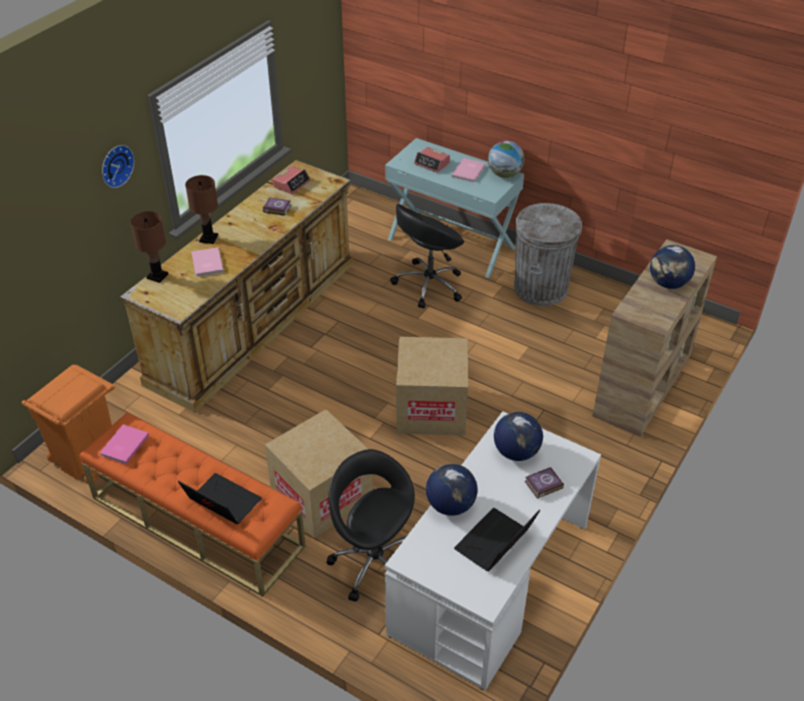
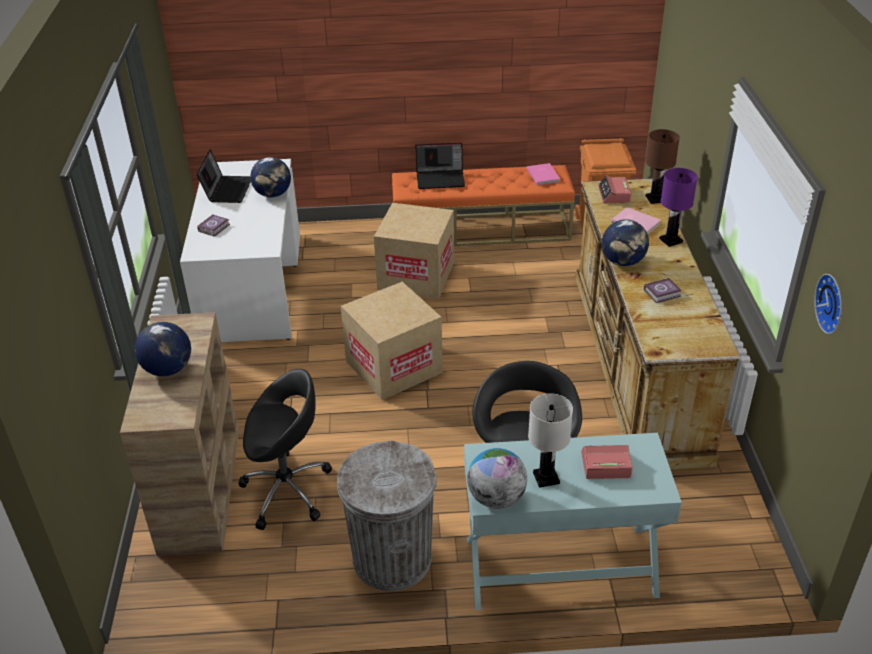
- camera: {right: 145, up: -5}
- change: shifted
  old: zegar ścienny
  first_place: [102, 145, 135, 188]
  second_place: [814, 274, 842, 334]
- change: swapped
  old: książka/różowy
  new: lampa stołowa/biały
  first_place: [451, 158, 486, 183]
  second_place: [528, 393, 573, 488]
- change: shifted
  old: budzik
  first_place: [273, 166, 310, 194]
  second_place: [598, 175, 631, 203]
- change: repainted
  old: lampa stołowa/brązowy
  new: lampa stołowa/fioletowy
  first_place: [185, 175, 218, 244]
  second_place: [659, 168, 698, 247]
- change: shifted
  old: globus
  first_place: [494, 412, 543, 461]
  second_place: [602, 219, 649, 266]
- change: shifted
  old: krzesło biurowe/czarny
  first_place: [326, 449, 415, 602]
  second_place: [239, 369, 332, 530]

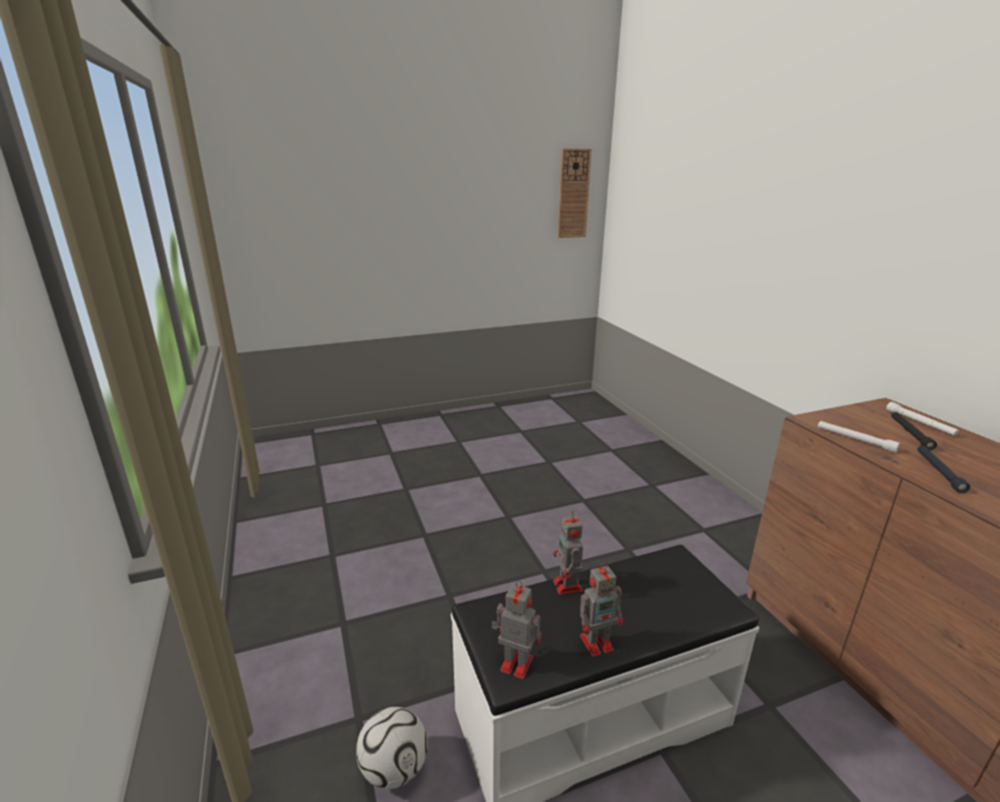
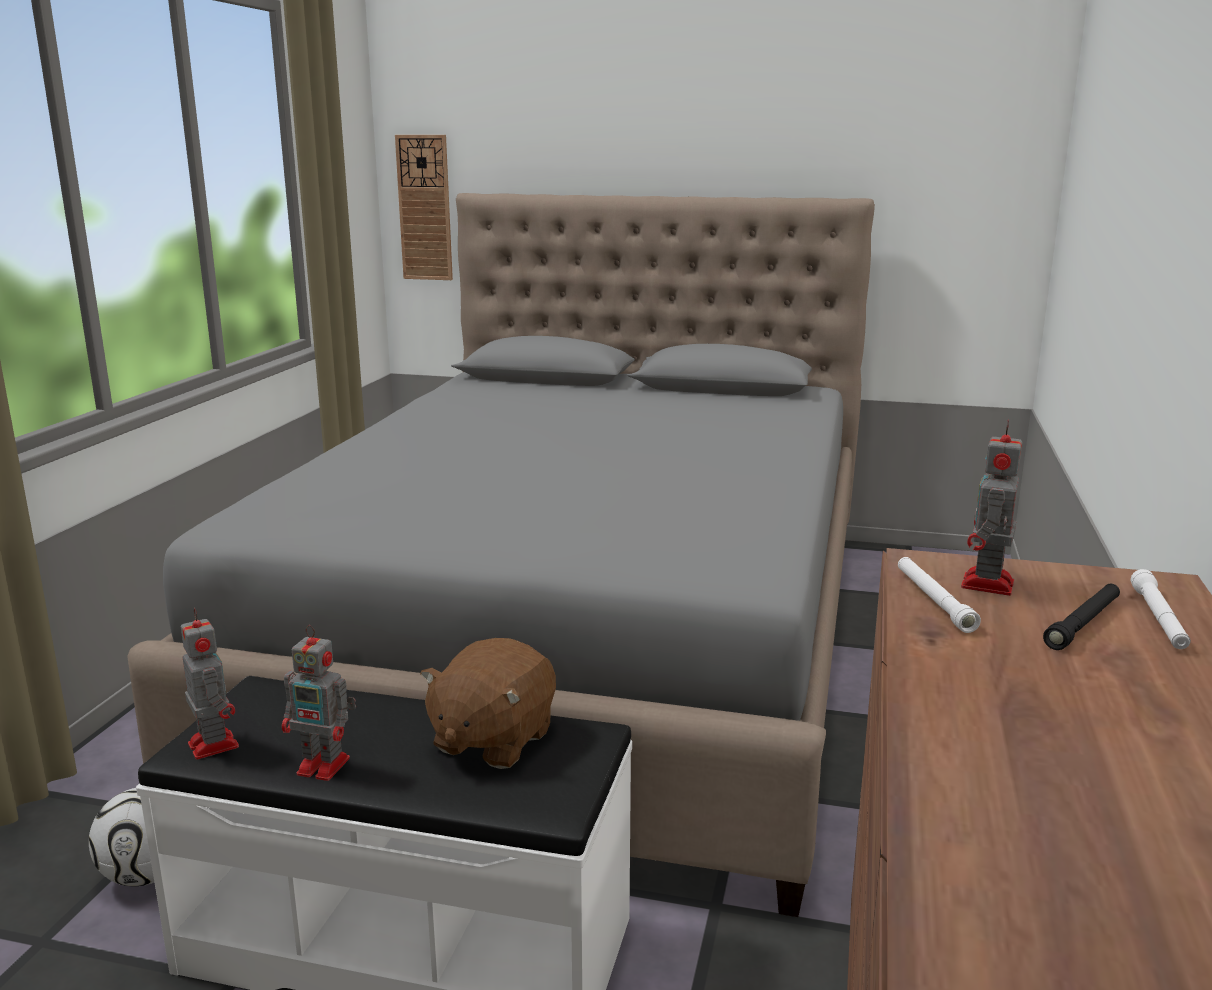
- camera: {right: 35, up: -5}
- change: shifted
  old: zegar ścienny
  first_place: [558, 149, 591, 238]
  second_place: [395, 135, 453, 280]
- change: gone
  old: latarka/czarny
  first_place: [917, 445, 971, 493]
- change: shifted
  old: robot zabawkowy
  first_place: [553, 511, 583, 595]
  second_place: [961, 420, 1022, 596]
- change: new
  new: łóżko/szary
  second_place: [127, 193, 875, 917]
- change: new
  new: pluszak/brązowy
  second_place: [420, 638, 556, 769]

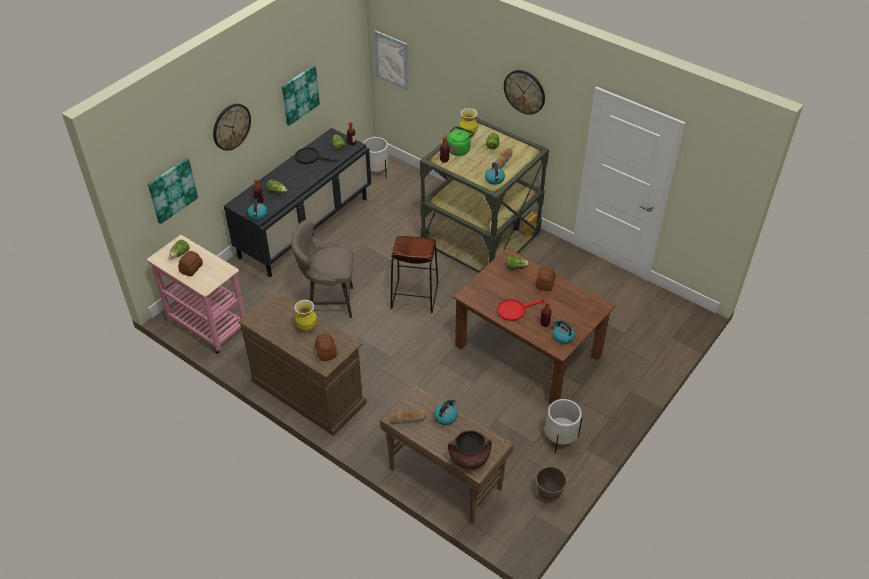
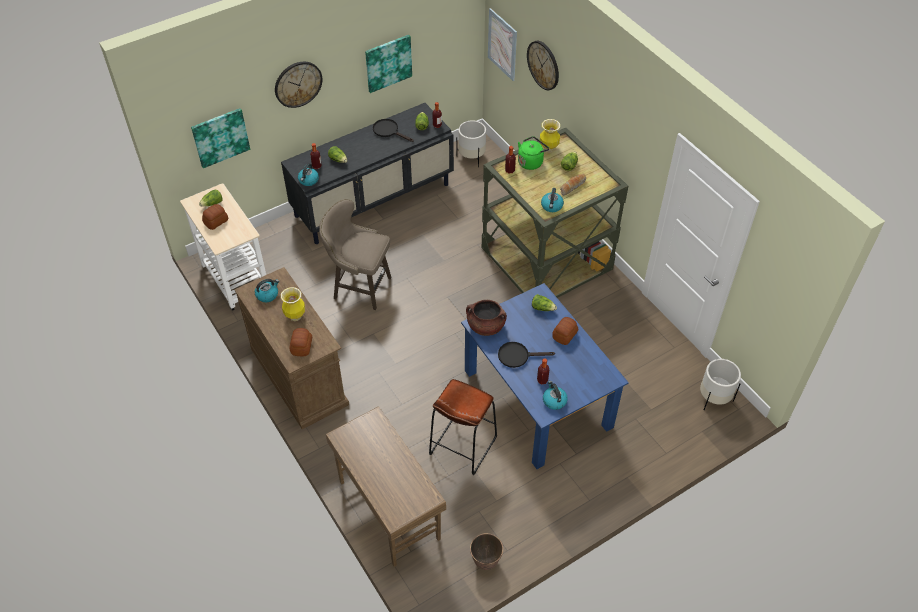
- camera: {right: 20, up: 5}
- change: shifted
  old: zegar ścienny
  first_place: [504, 70, 545, 115]
  second_place: [527, 41, 559, 90]
- change: repainted
  old: wózek/różowy
  new: wózek/biały
  first_place: [147, 235, 245, 353]
  second_place: [180, 183, 266, 310]
- change: shifted
  old: stołek/brązowy
  first_place: [391, 236, 438, 313]
  second_place: [429, 379, 497, 475]
- change: repainted
  old: stół jadalny/brązowy
  new: stół jadalny/niebieski
  first_place: [453, 248, 615, 404]
  second_place: [461, 283, 629, 469]
- change: repainted
  old: patelnia/czerwony
  new: patelnia/czarny
  first_place: [497, 299, 545, 321]
  second_place: [498, 342, 555, 368]
- change: shifted
  old: czajnik
  first_place: [434, 399, 458, 425]
  second_place: [255, 279, 279, 302]
- change: shifted
  old: donica/biały
  first_place: [545, 399, 582, 453]
  second_place: [700, 359, 741, 410]
- change: gone
  old: chleb
  first_place: [389, 410, 426, 424]
- change: shifted
  old: garnek/brązowy
  first_place: [448, 430, 492, 470]
  second_place: [466, 300, 507, 336]

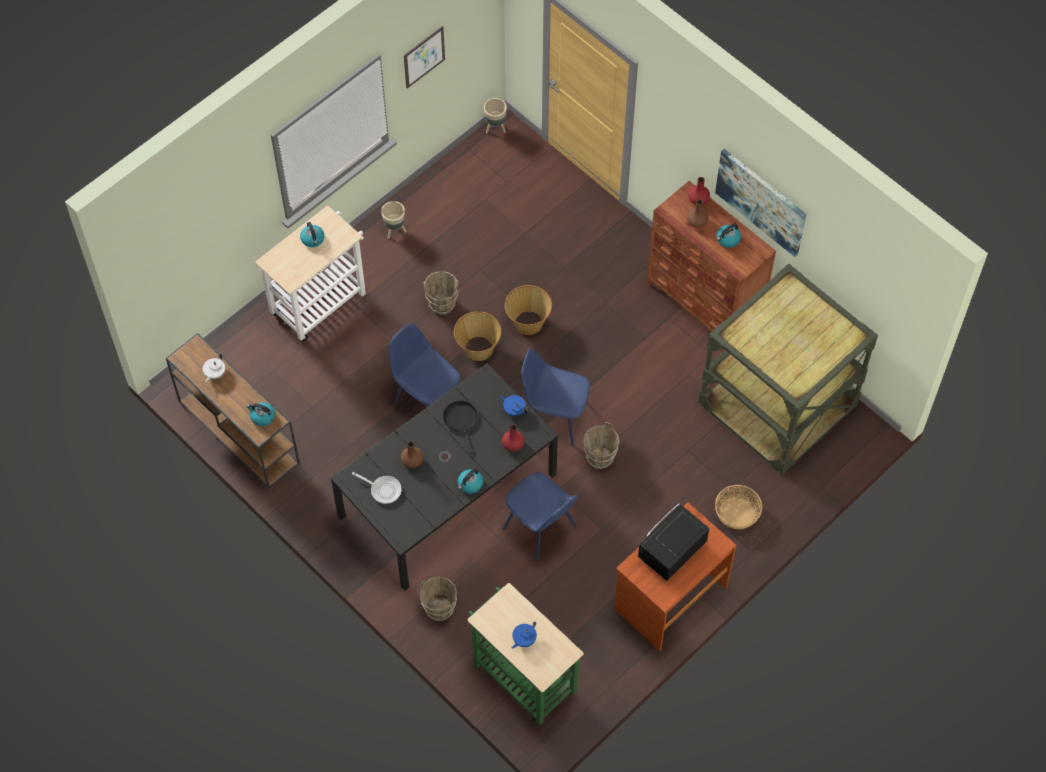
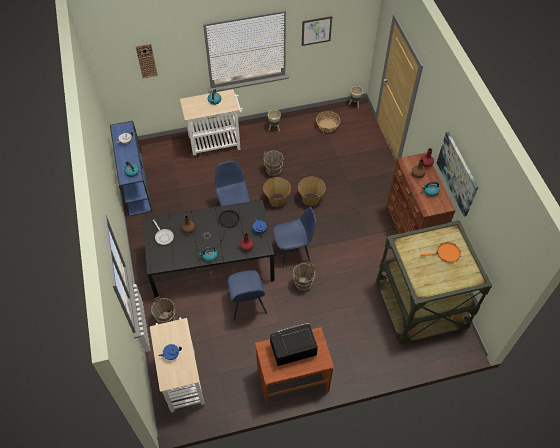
- camera: {right: 30, up: -5}
- change: repainted
  old: stolik konsolowy/brązowy
  new: stolik konsolowy/niebieski
  first_place: [166, 333, 300, 489]
  second_place: [110, 121, 152, 216]
- change: rotated
  old: krzesło/niebieski
  first_place: [521, 348, 590, 446]
  second_place: [273, 207, 316, 268]
  degrees: 120
- change: shifted
  old: koszyk
  first_place: [715, 485, 762, 529]
  second_place: [316, 111, 340, 132]
- change: repainted
  old: wózek/zielony
  new: wózek/biały
  first_place: [467, 583, 584, 725]
  second_place: [150, 317, 205, 412]
- change: new
  new: zegar ścienny
  second_place: [135, 43, 158, 78]
- change: new
  new: patelnia/pomarańczowy
  second_place: [421, 242, 461, 262]

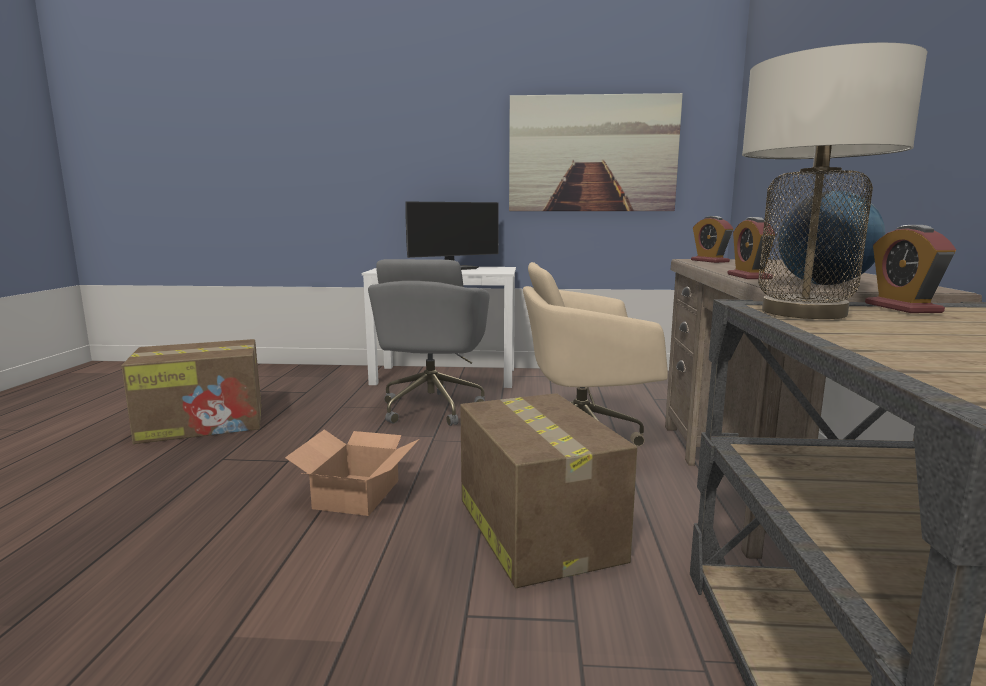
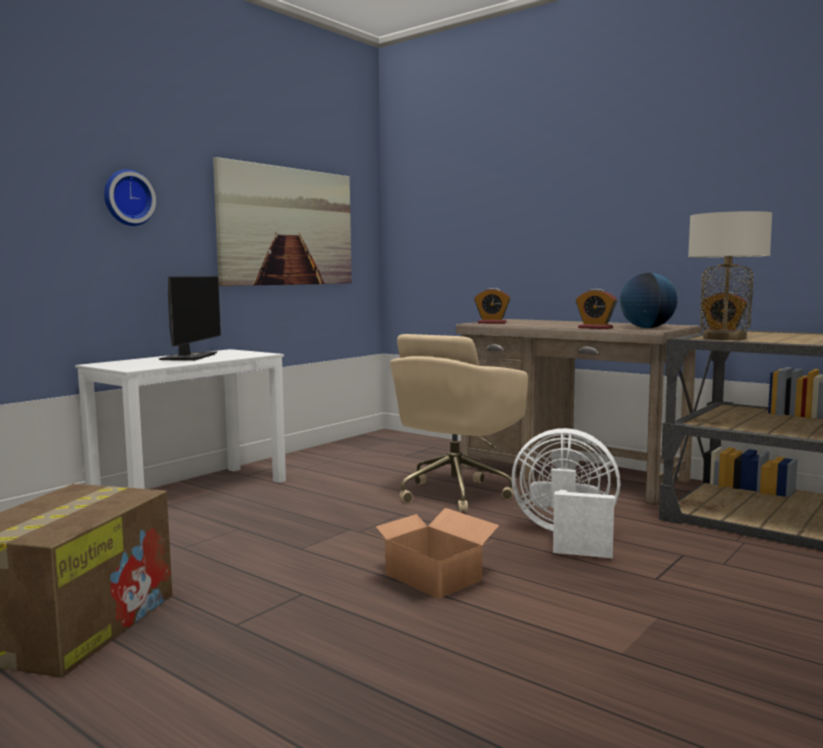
- camera: {right: -55, up: -5}
- change: gone
  old: krzesło biurowe/szary
  first_place: [368, 259, 490, 426]
- change: swapped
  old: karton
  new: wentylator/biały
  first_place: [460, 393, 637, 588]
  second_place: [512, 428, 620, 558]
- change: new
  new: zegar ścienny
  second_place: [104, 169, 156, 226]

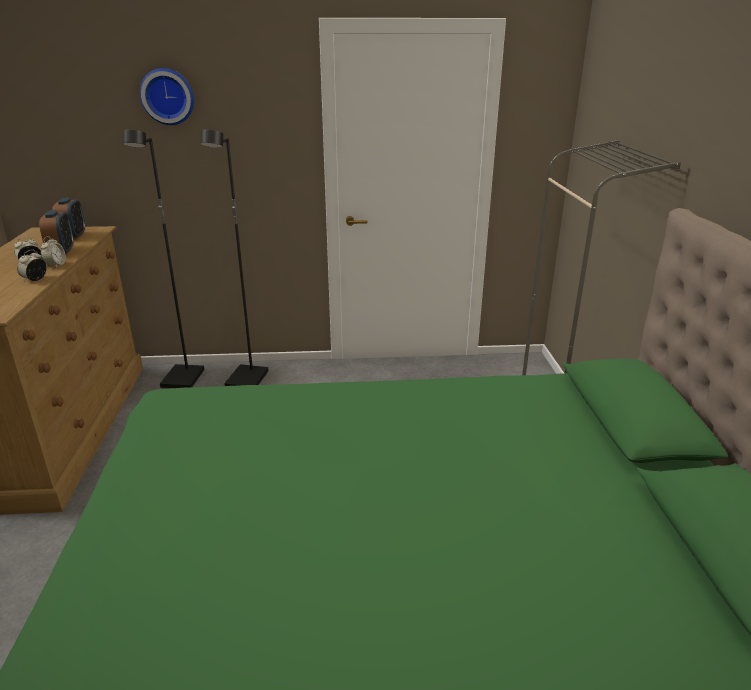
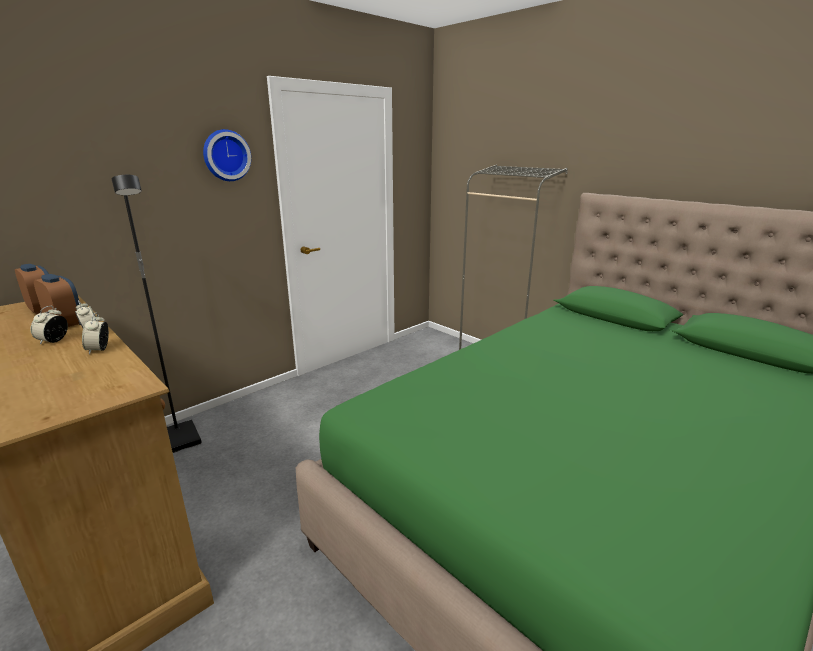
- camera: {right: -40, up: -5}
- change: shifted
  old: zegar ścienny
  first_place: [140, 68, 194, 125]
  second_place: [203, 129, 251, 181]
- change: gone
  old: lampa stojąca/czarny
  first_place: [201, 130, 269, 386]

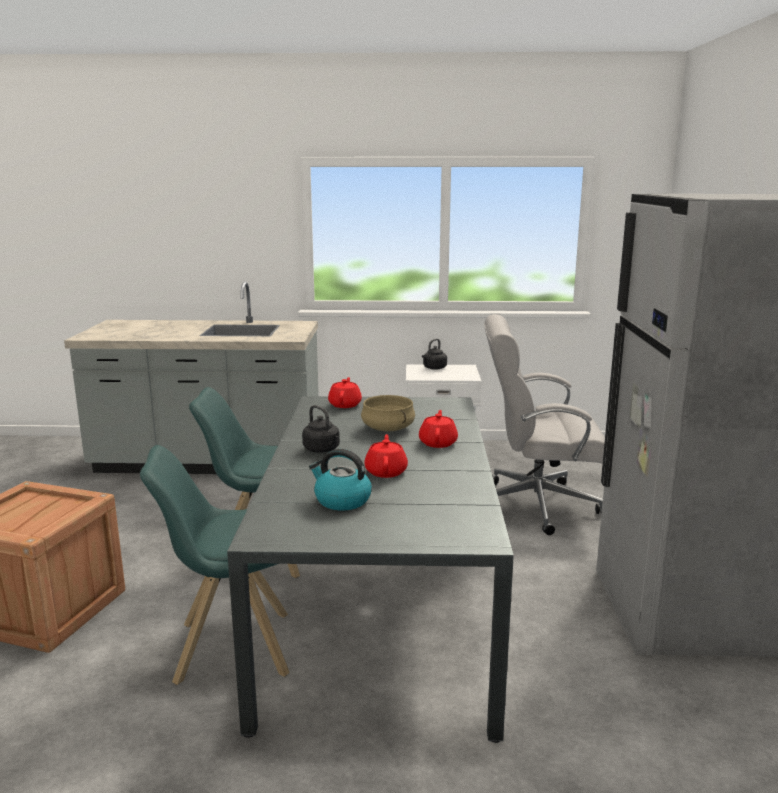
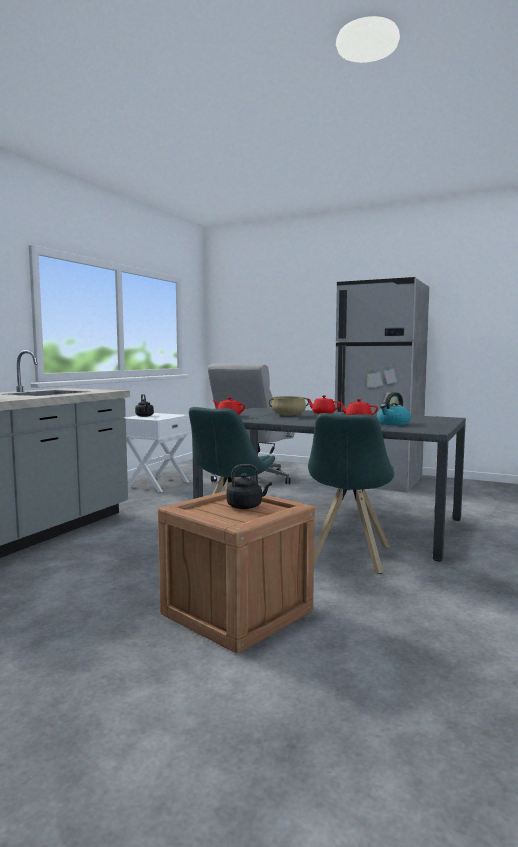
- camera: {right: -65, up: -10}
- change: shifted
  old: czajnik/czarny
  first_place: [302, 405, 340, 453]
  second_place: [227, 464, 272, 509]

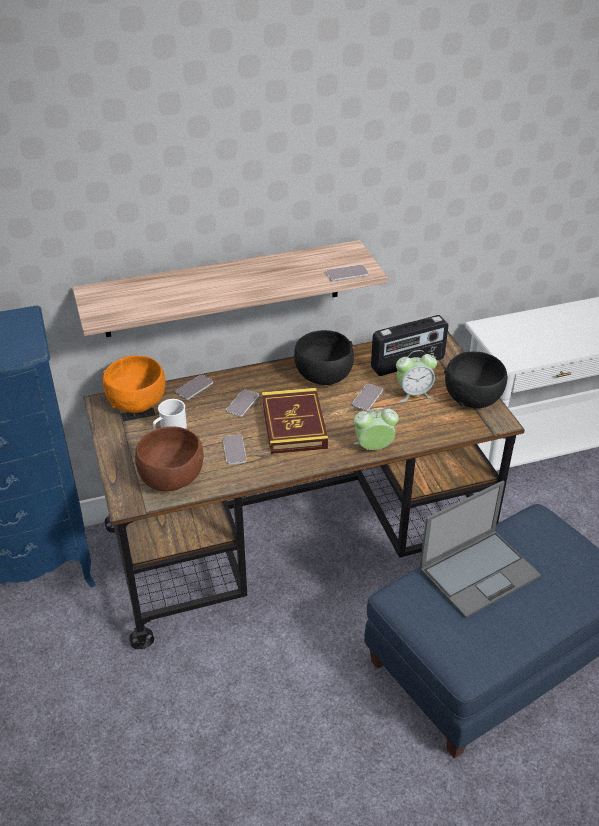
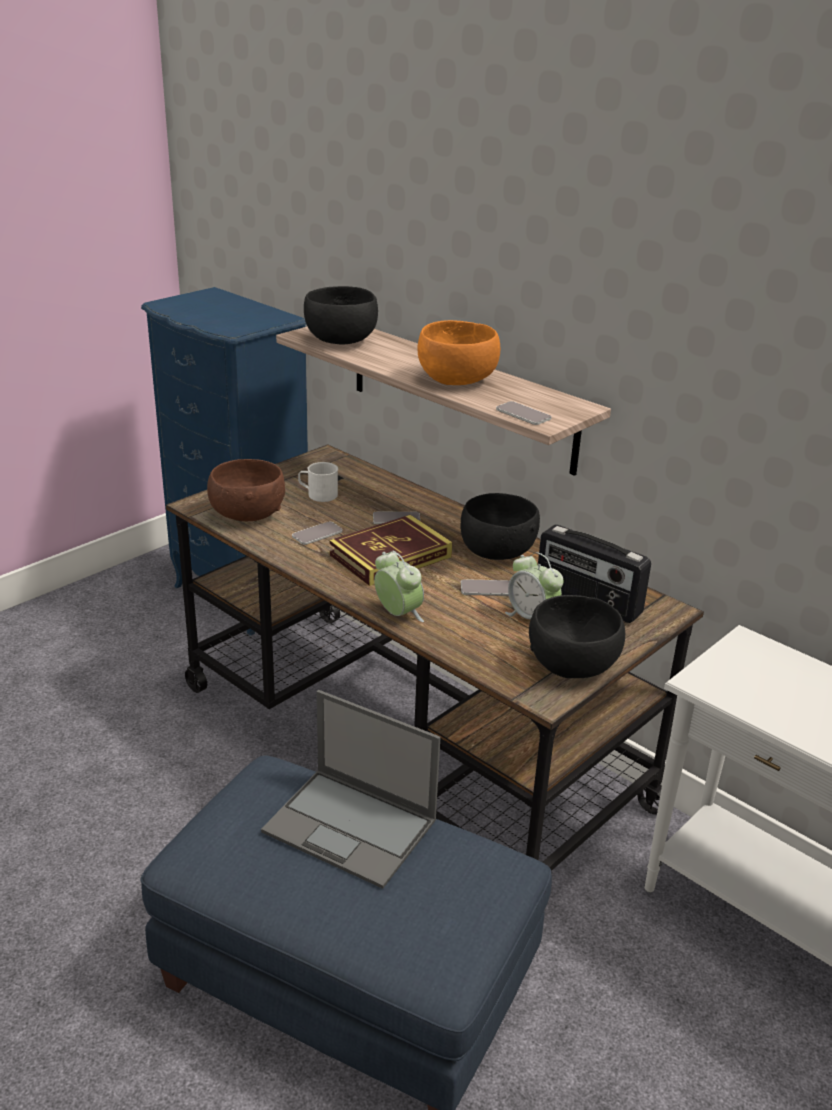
- camera: {right: 60, up: -10}
- change: shifted
  old: miska/pomarańczowy
  first_place: [103, 356, 165, 413]
  second_place: [417, 320, 500, 385]
- change: gone
  old: telefon
  first_place: [175, 375, 213, 400]
- change: new
  new: miska/czarny
  second_place: [304, 286, 378, 345]

